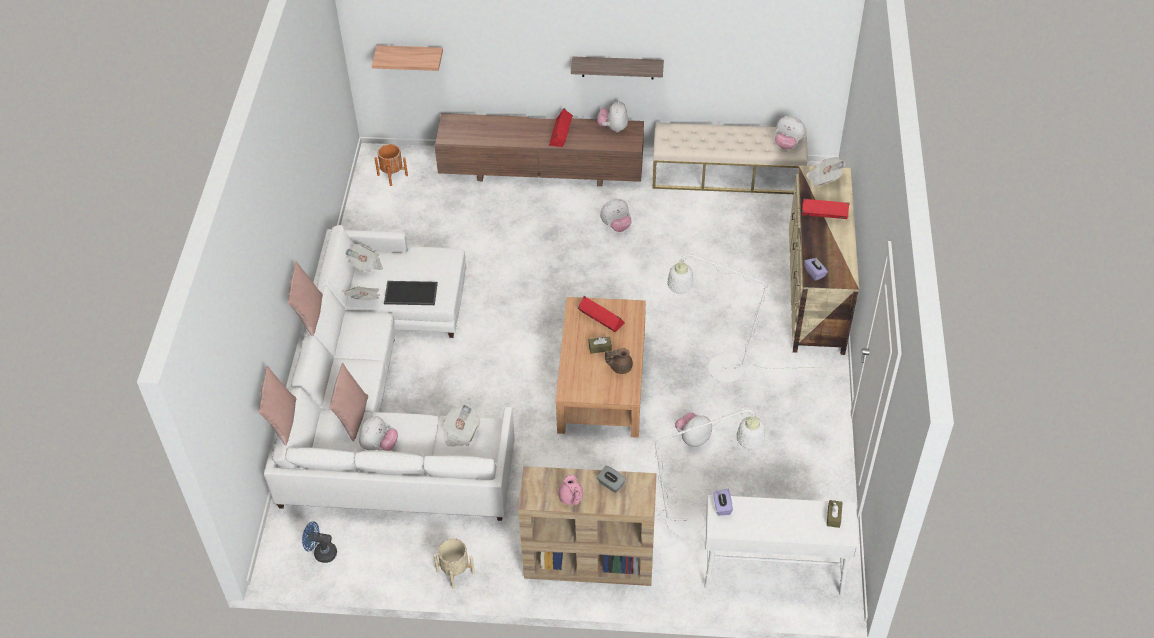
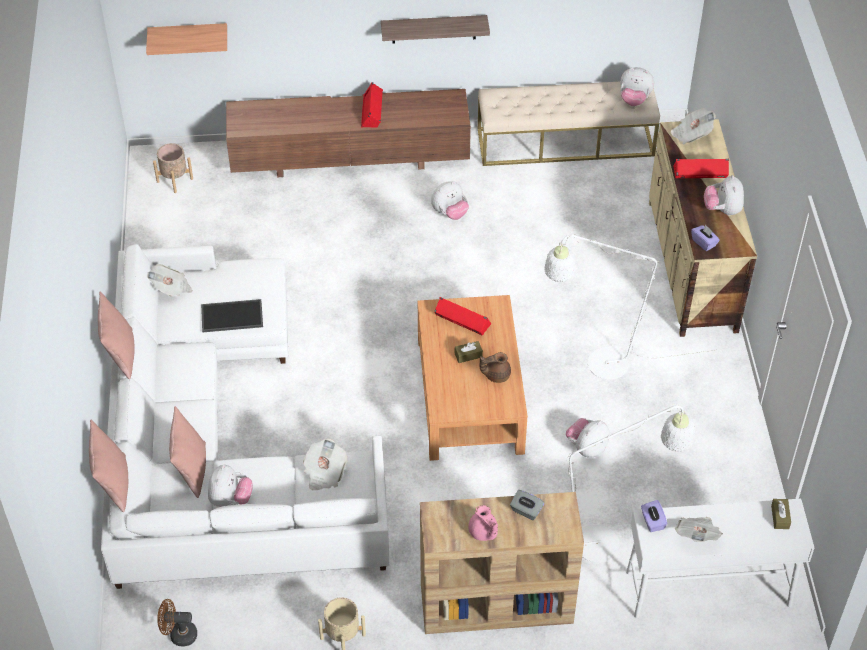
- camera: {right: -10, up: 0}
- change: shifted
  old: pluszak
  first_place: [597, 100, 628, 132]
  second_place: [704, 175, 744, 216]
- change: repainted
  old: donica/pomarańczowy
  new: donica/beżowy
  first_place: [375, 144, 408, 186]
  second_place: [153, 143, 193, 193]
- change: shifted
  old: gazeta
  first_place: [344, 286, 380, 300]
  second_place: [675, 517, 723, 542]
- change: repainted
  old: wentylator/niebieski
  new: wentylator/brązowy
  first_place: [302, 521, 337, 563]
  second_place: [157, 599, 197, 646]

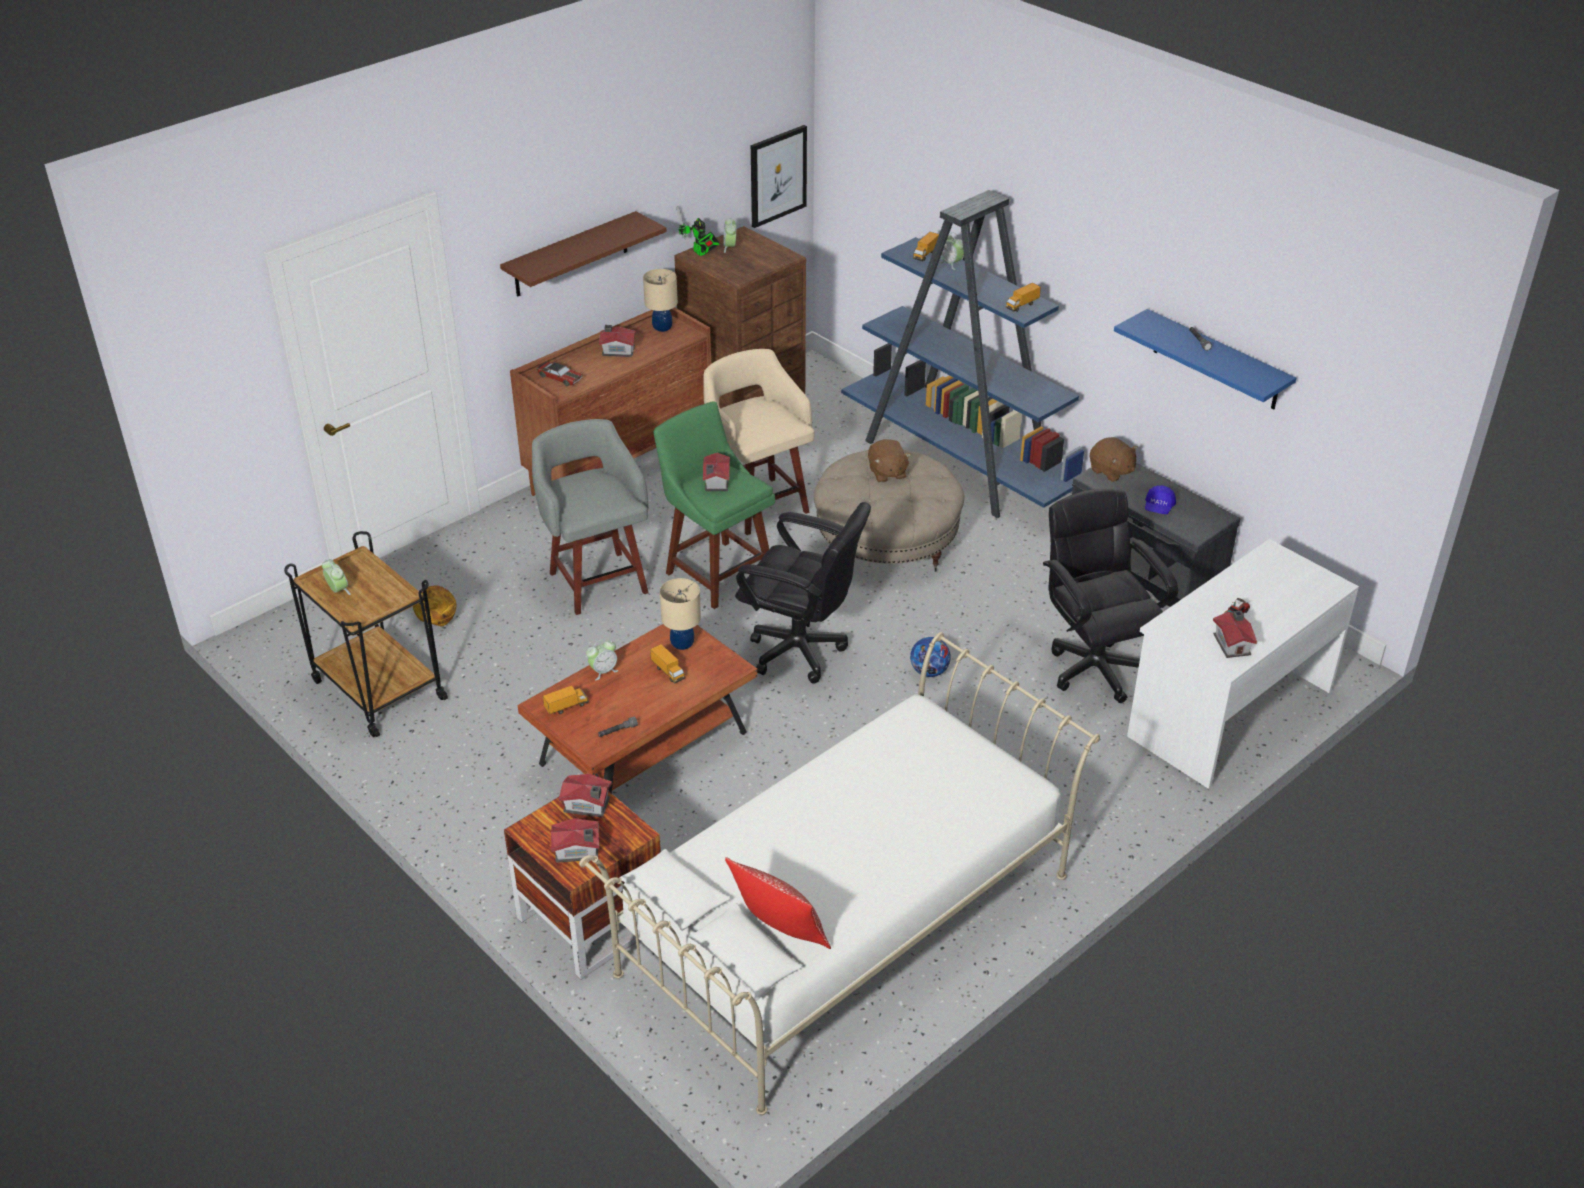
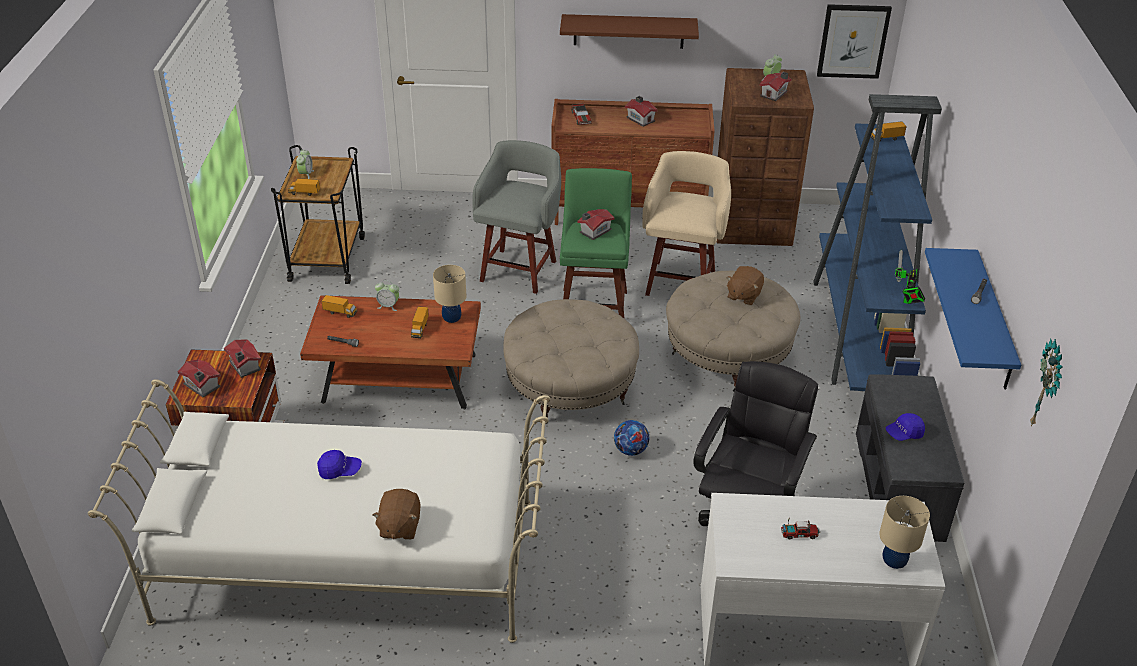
- camera: {right: 45, up: 0}
- change: shifted
  old: robot zabawkowy
  first_place: [676, 206, 720, 256]
  second_place: [895, 250, 925, 304]
- change: gone
  old: budzik
  first_place: [939, 232, 964, 270]
- change: shifted
  old: lampa stołowa/beżowy
  first_place: [643, 269, 678, 332]
  second_place: [879, 496, 930, 569]
- change: shifted
  old: ciężarówka zabawkowa
  first_place: [1006, 283, 1041, 312]
  second_place: [288, 178, 320, 196]
- change: shifted
  old: pluszak/brązowy
  first_place: [1090, 437, 1138, 482]
  second_place: [372, 489, 421, 540]
- change: swapped
  old: krzesło biurowe/czarny
  new: pufa/beżowy
  first_place: [735, 502, 871, 684]
  second_place: [503, 299, 639, 417]
- change: gone
  old: piłka do koszykówki
  first_place: [413, 585, 457, 627]
- change: shifted
  old: domek
  first_place: [1213, 611, 1257, 658]
  second_place: [759, 72, 792, 101]
- change: gone
  old: poduszka
  first_place: [725, 857, 831, 949]
- change: new
  new: zegar ścienny
  second_place: [1030, 339, 1063, 427]
- change: new
  new: czapka z daszkiem/niebieski
  second_place: [317, 450, 362, 479]

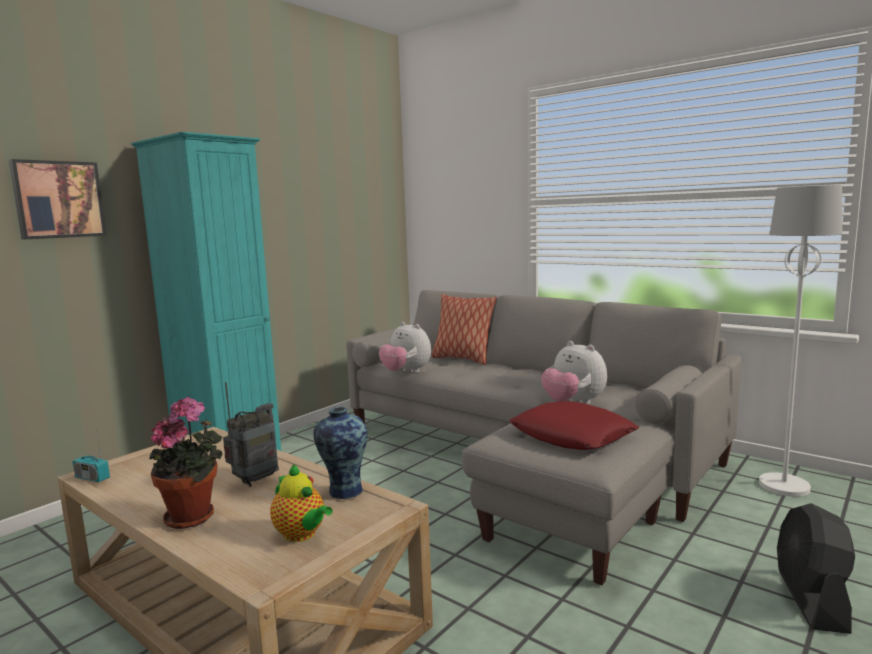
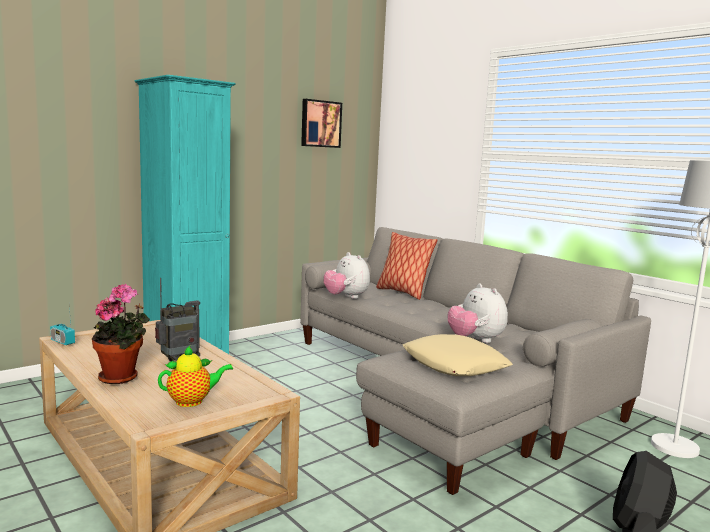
- camera: {right: 10, up: 0}
- change: shifted
  old: obraz
  first_place: [9, 159, 107, 239]
  second_place: [301, 99, 342, 148]
- change: repainted
  old: poduszka/czerwony
  new: poduszka/beżowy
  first_place: [509, 401, 639, 450]
  second_place: [403, 334, 513, 376]
- change: gone
  old: wazon
  first_place: [313, 407, 367, 499]
- change: rotated
  old: imbryk
  first_place: [270, 464, 333, 542]
  second_place: [158, 345, 233, 407]
  degrees: -75

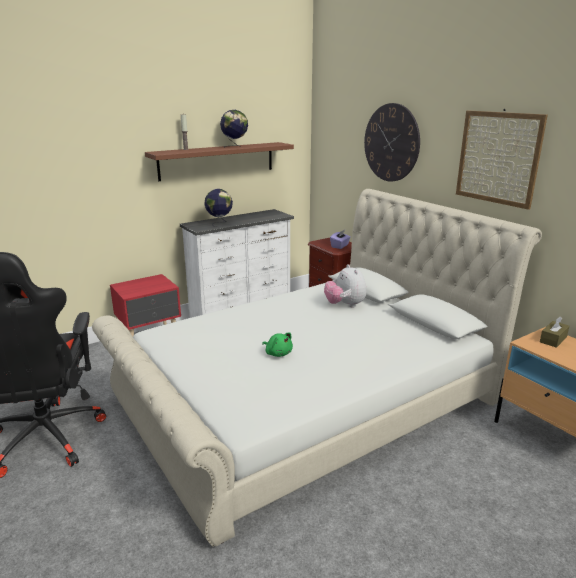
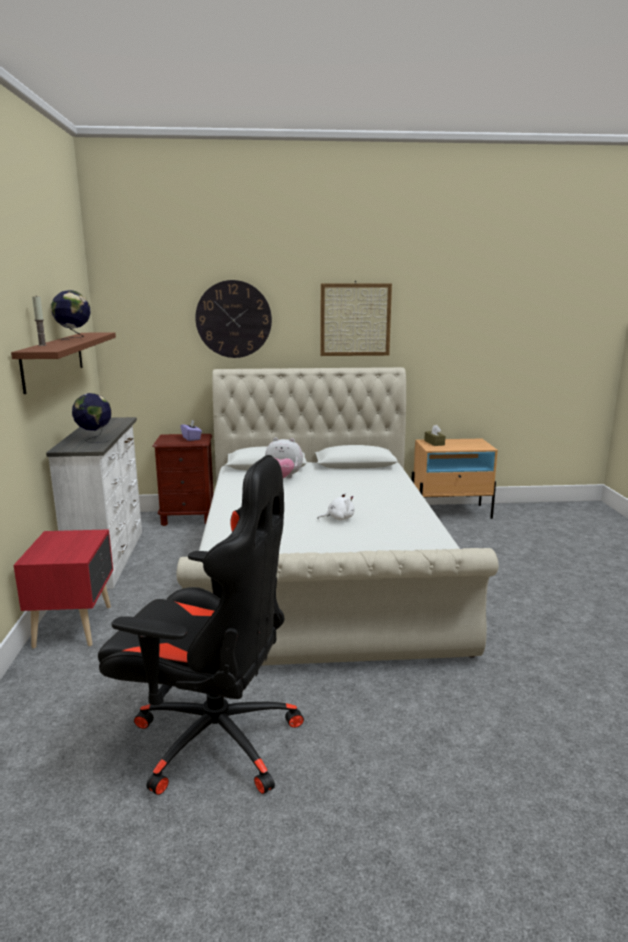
- camera: {right: -60, up: -5}
- change: repainted
  old: pluszak/zielony
  new: pluszak/biały
  first_place: [262, 333, 293, 357]
  second_place: [318, 493, 355, 520]

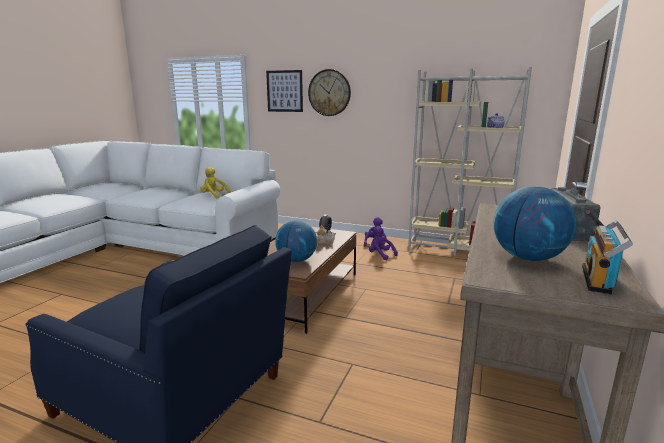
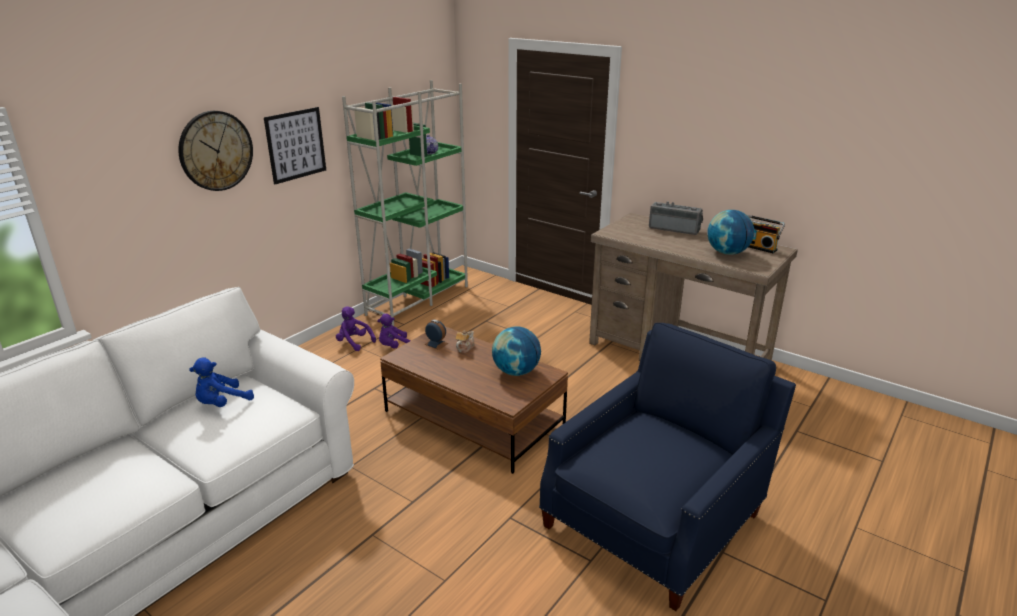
- camera: {right: -75, up: 10}
- change: repainted
  old: regał/beżowy
  new: regał/zielony
  first_place: [408, 67, 532, 256]
  second_place: [342, 80, 468, 326]
- change: shifted
  old: obraz
  first_place: [266, 70, 303, 112]
  second_place: [264, 107, 326, 184]
- change: repainted
  old: pluszak/żółty
  new: pluszak/niebieski
  first_place: [200, 167, 231, 198]
  second_place: [189, 358, 254, 407]

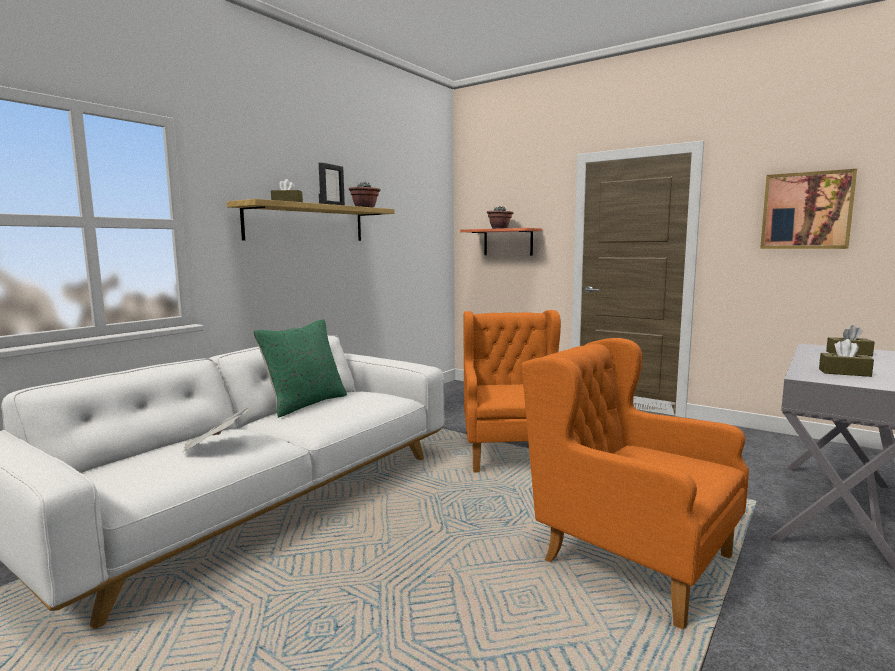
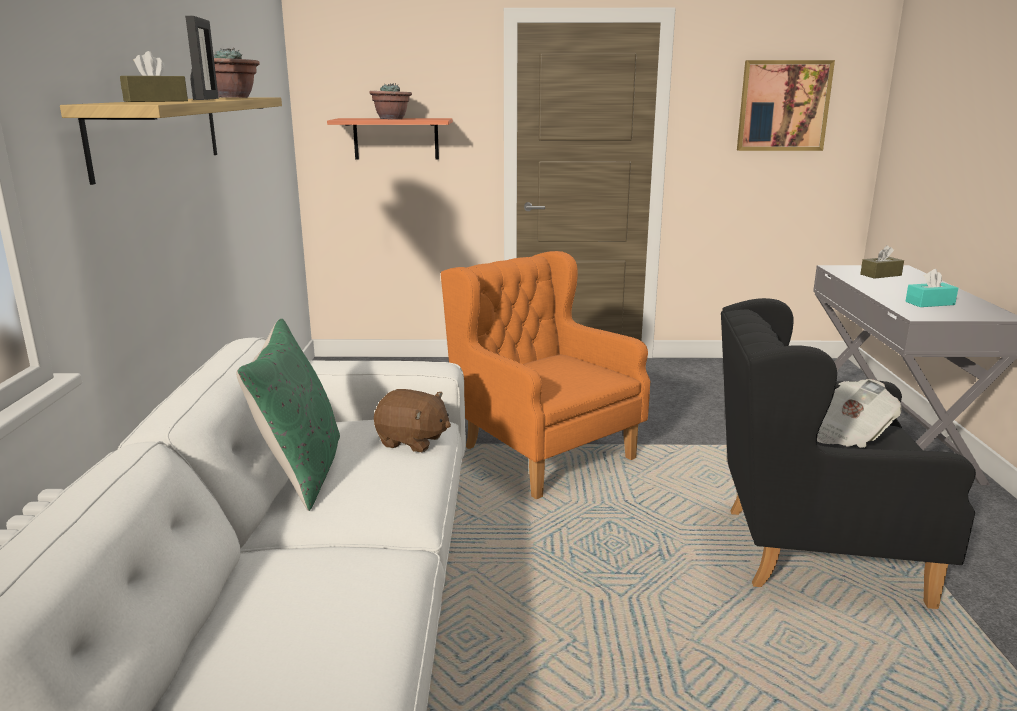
- camera: {right: -35, up: 10}
- change: repainted
  old: fotel/pomarańczowy
  new: fotel/czarny
  first_place: [522, 338, 749, 630]
  second_place: [721, 298, 976, 609]
- change: repainted
  old: pudełko chusteczek/brązowy
  new: pudełko chusteczek/turkusowy
  first_place: [819, 339, 874, 377]
  second_place: [905, 269, 958, 307]
- change: shifted
  old: gazeta
  first_place: [182, 408, 249, 453]
  second_place: [817, 379, 902, 448]
- change: new
  new: pluszak/brązowy
  second_place: [374, 389, 451, 452]

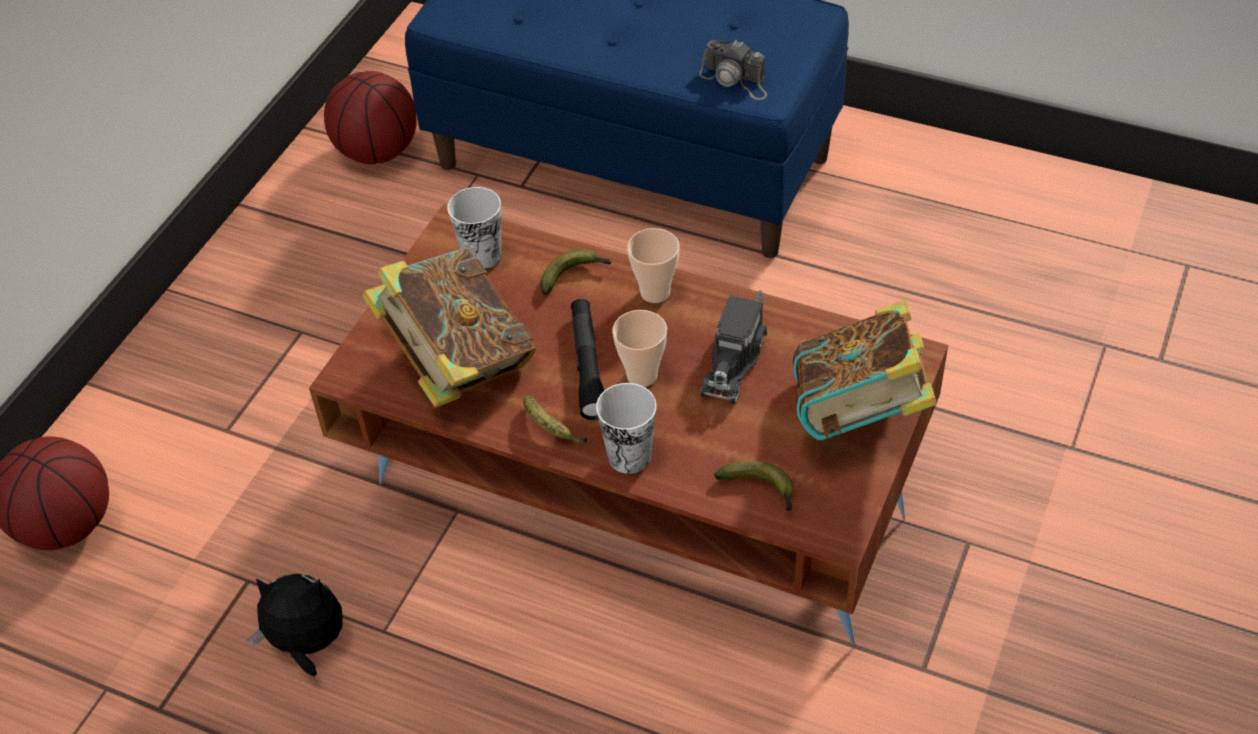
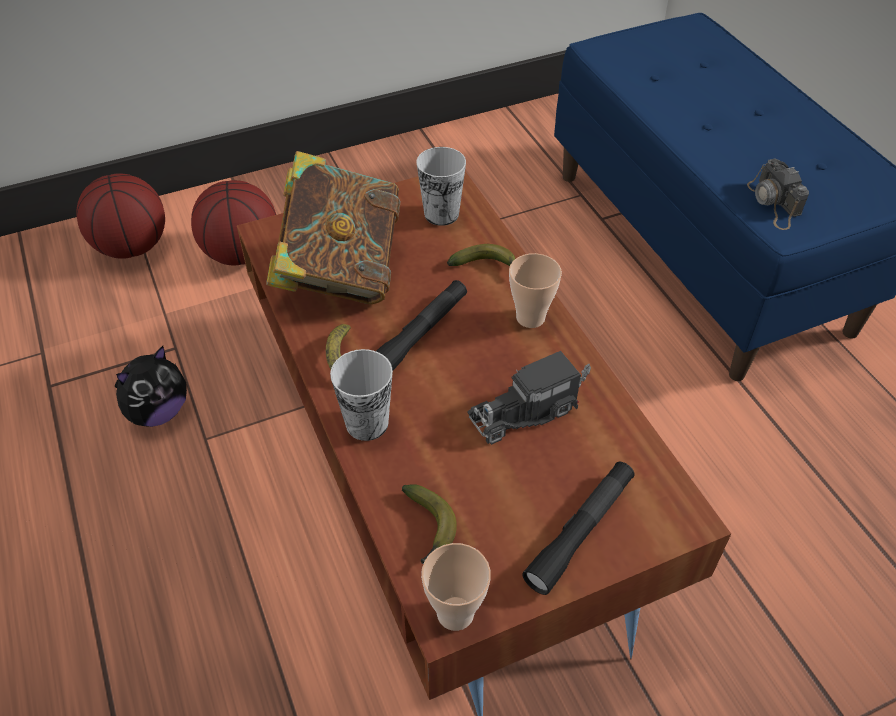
- camera: {right: 40, up: 0}
- change: shifted
  old: piłka do koszykówki
  first_place: [324, 71, 417, 164]
  second_place: [191, 180, 276, 265]
- change: swapped
  old: książka
  new: latarka/czarny
  first_place: [793, 300, 937, 440]
  second_place: [522, 462, 635, 595]
- change: shifted
  old: filiżanka
  first_place: [612, 310, 667, 387]
  second_place: [421, 543, 491, 631]
- change: rotated
  old: pluszak
  first_place: [248, 574, 343, 677]
  second_place: [115, 346, 187, 427]
  degrees: 90

